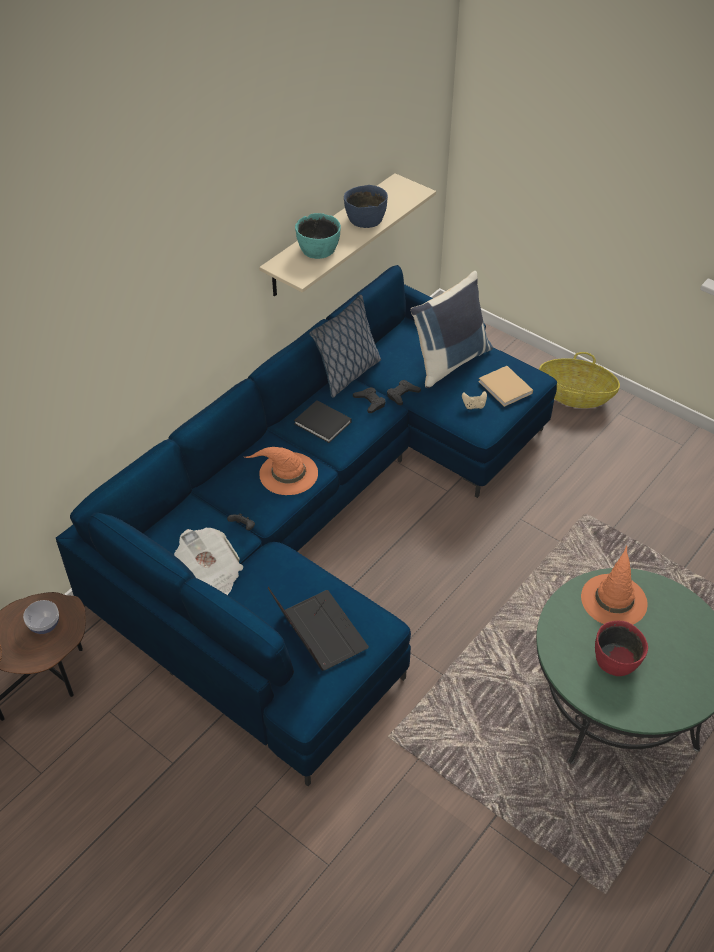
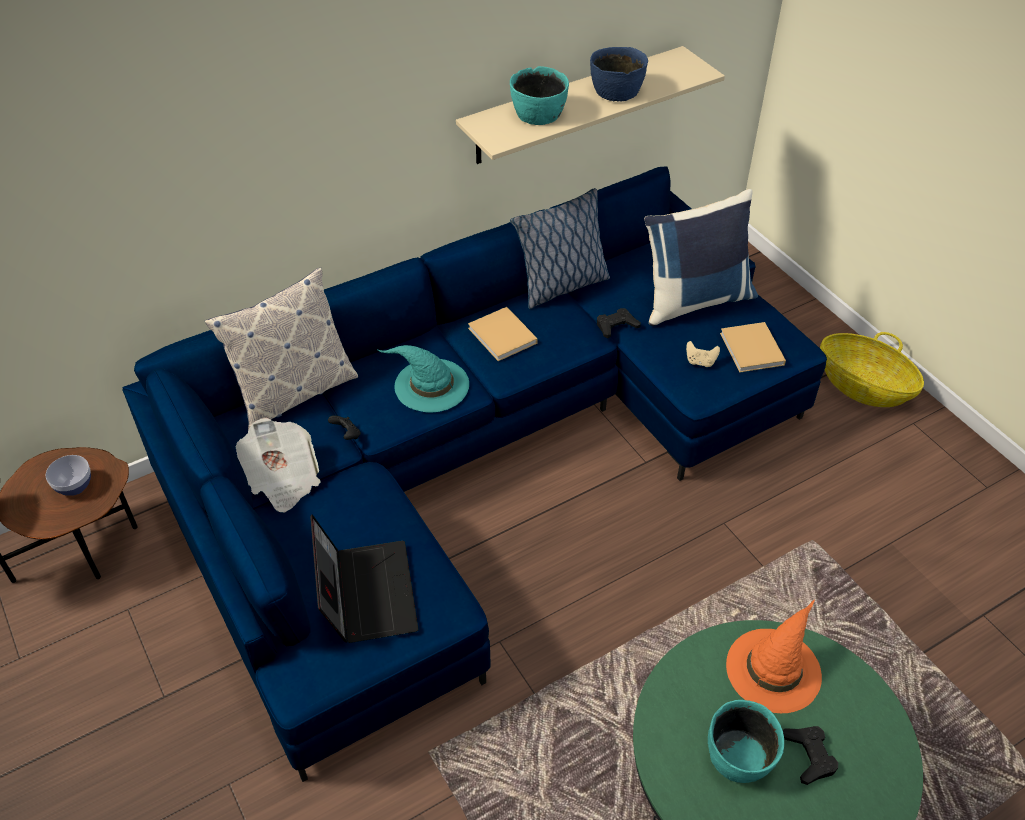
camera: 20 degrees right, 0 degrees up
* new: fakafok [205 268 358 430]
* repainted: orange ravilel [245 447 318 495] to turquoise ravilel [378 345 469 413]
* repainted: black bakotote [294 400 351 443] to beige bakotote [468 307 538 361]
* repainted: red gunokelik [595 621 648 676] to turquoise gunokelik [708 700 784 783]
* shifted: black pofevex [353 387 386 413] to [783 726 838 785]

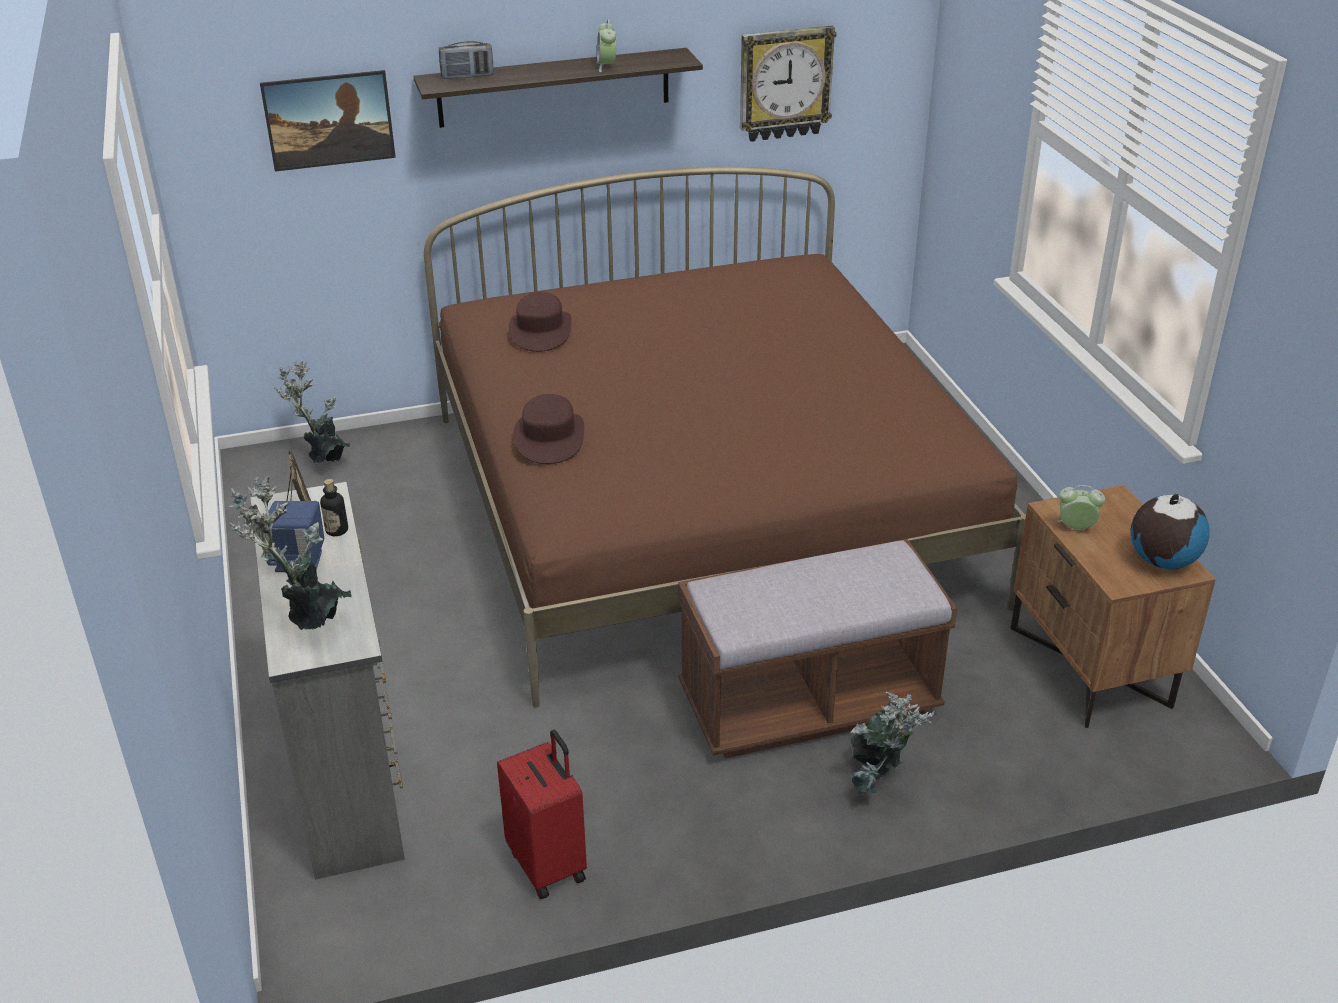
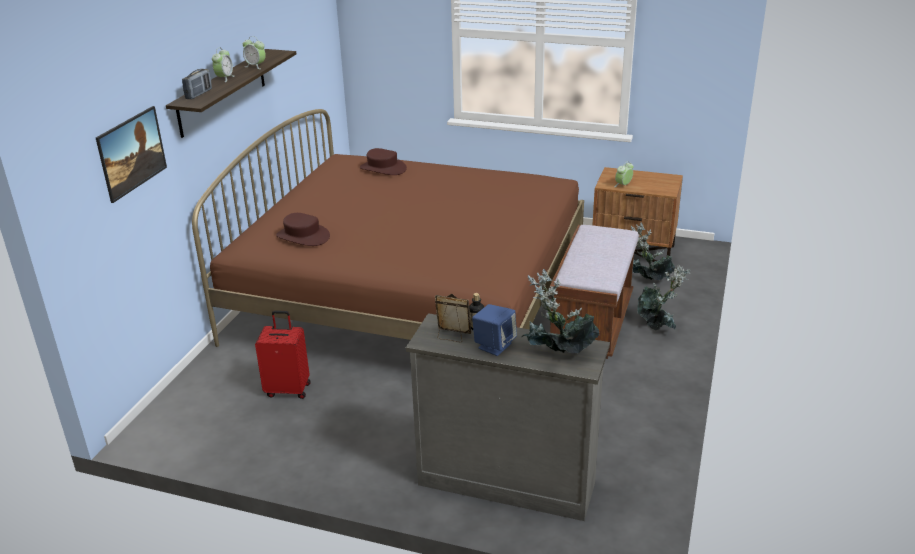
camera: 55 degrees left, 5 degrees down
* new: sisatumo [212 47 234 82]
* shifted: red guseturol [497 730 587 899] to [255 311 311 399]
* shifted: brown ravilel [514 394 584 464] to [360 148 407 175]
* shifted: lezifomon [274 360 350 463] to [631 222 675 280]
* gone: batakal [740 25 836 142]
* gone: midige [1131 494 1210 569]

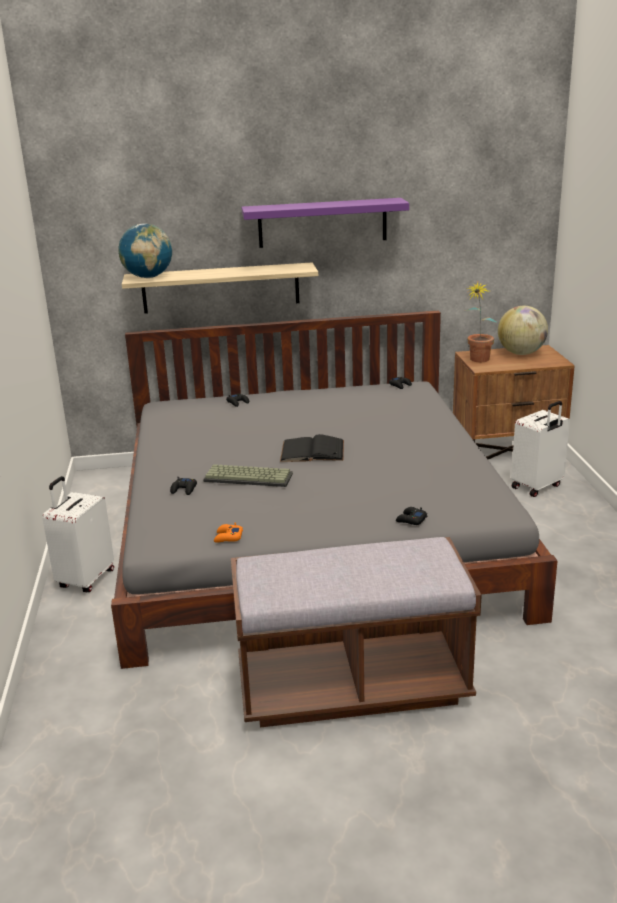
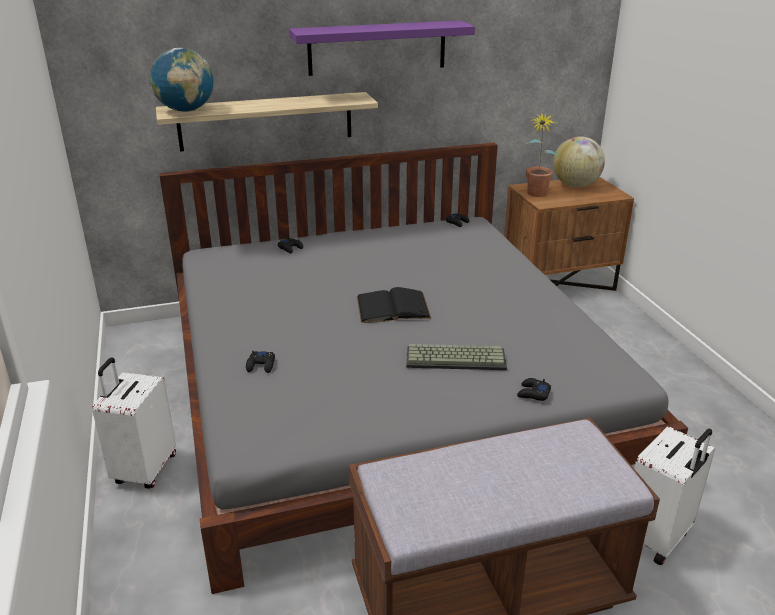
camera: 10 degrees left, 5 degrees up
* shifted: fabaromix [203 464 293 487] to [406 344 507 370]
* shifted: white guseturol [511 401 570 497] to [634 426 715 566]
* gone: orange pofevex [214 523 243 543]

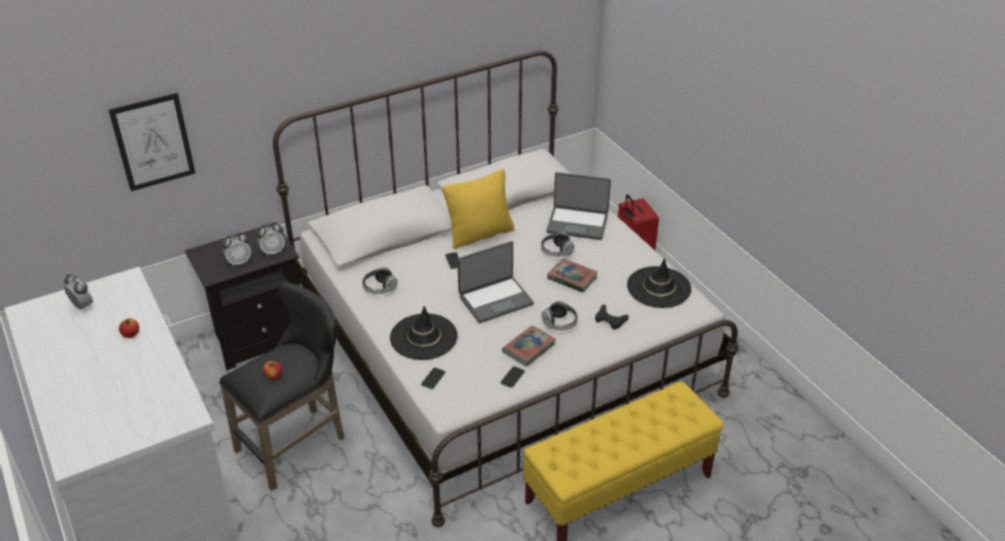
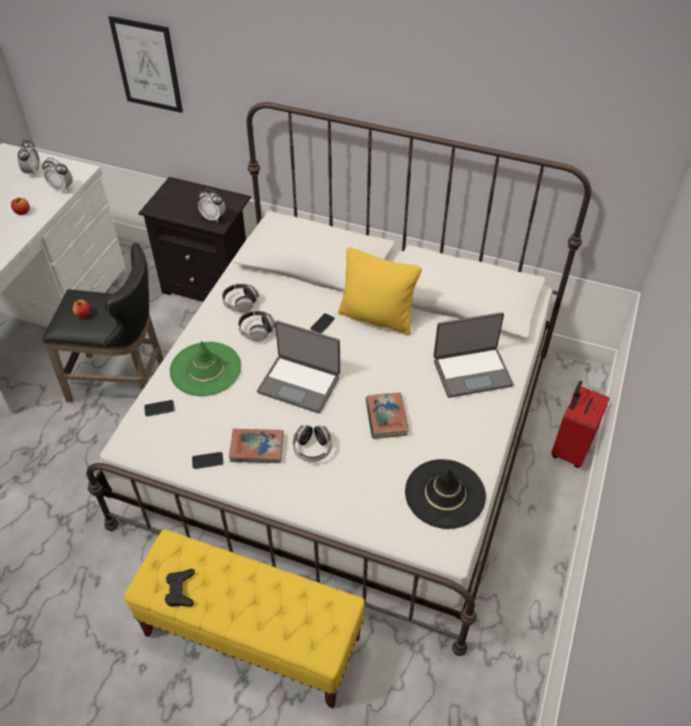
camera: 50 degrees right, 10 degrees up
* shifted: sisatumo [222 232 251 266] to [42 158 73 193]
* shifted: black pofevex [595 304 629 330] to [165 569 195 607]
* repainted: black ravilel [390 306 458 360] to green ravilel [170 341 241 396]
* shifted: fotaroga [541 232 575 257] to [238 310 276 342]
* rotated: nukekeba [546 172 611 240] = [433 312 514 398] 75 degrees counterclockwise

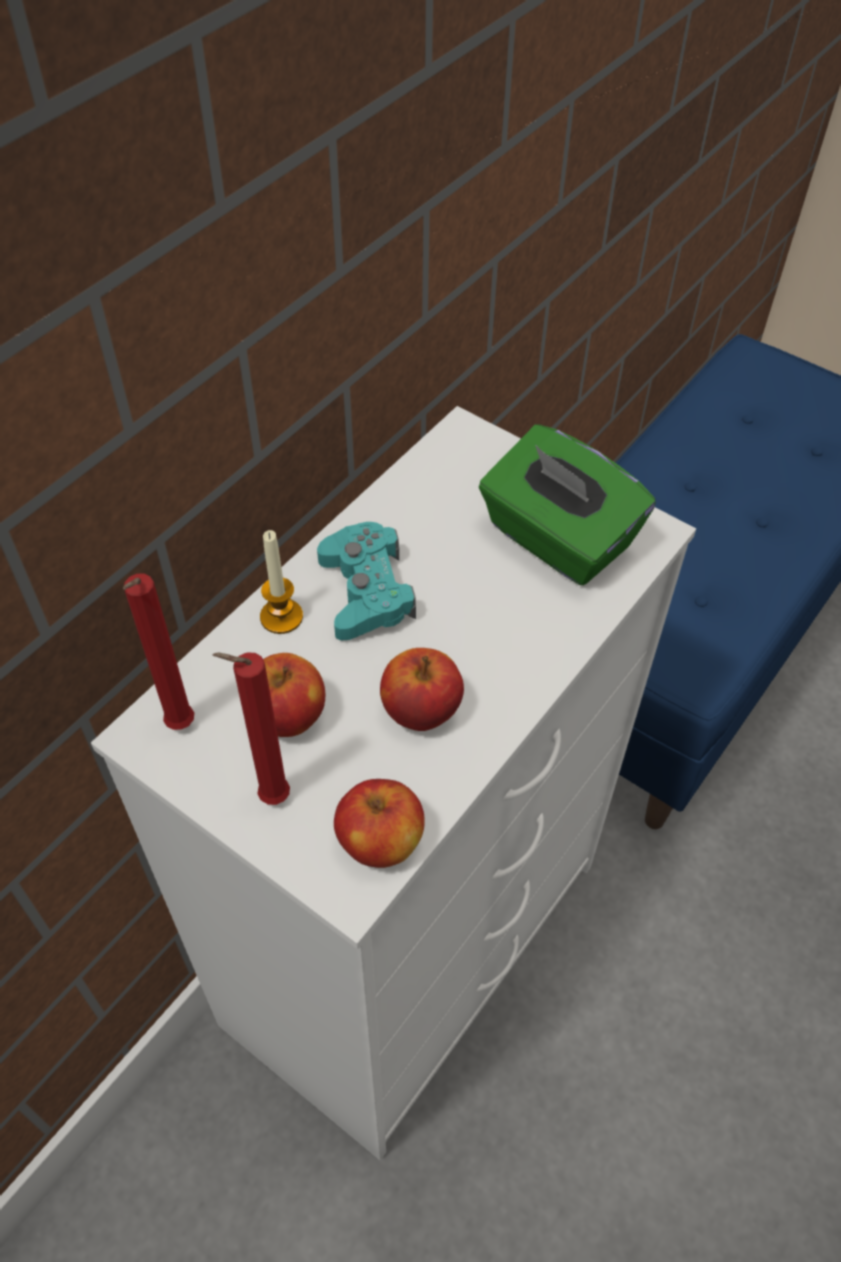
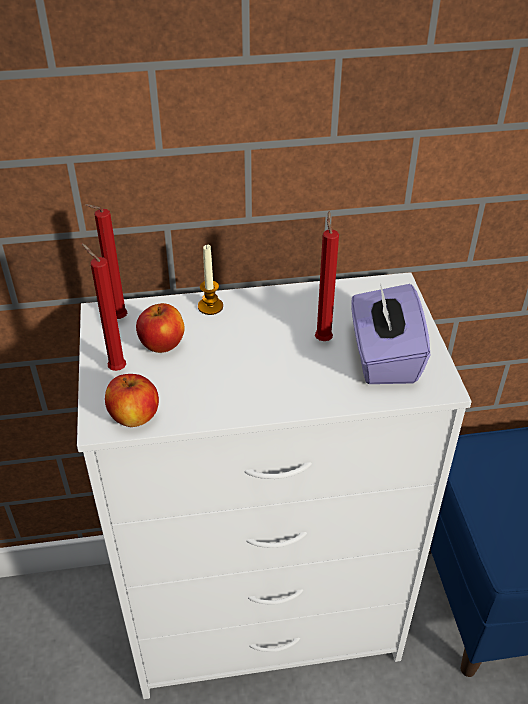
camera: 45 degrees right, 10 degrees down
* new: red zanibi [315 211 339 341]
* repainted: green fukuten [479 425 656 585] to purple fukuten [351 283 430 384]
* gone: turquoise pofevex [317 522 416 640]
* gone: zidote [380 648 464 731]

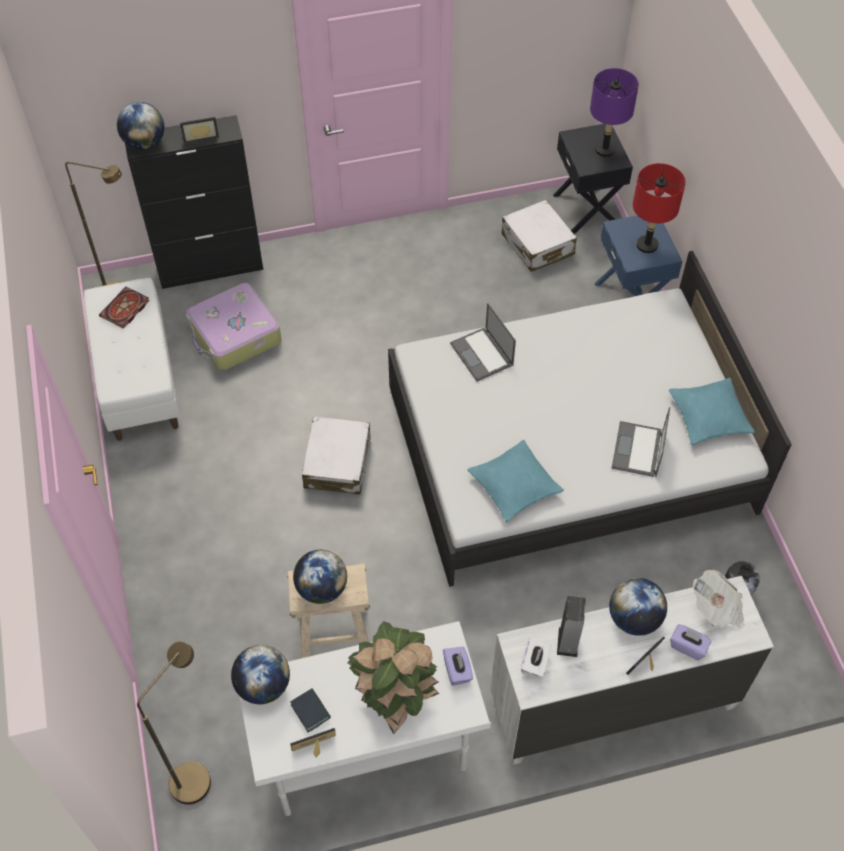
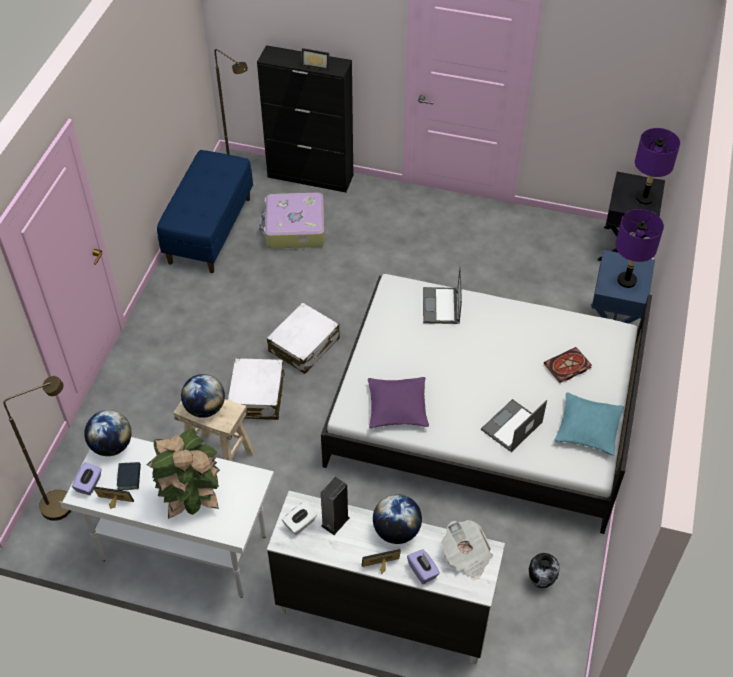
camera: 30 degrees right, 5 degrees down
* shifted: purple fukuten [443 647 473 686] to [72 462 102 495]
* repainted: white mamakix [84 278 180 441] to blue mamakix [157 150 253 273]
* shifted: white guseturol [502 200 577 272] to [227 358 285 420]
* repainted: turquoise fakafok [468 440 564 522] to purple fakafok [368 377 429 429]
* shifted: bakotote [99 287 150 329] to [544 347 592 383]
* repainted: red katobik [633 163 686 253] to purple katobik [615 209 664 288]
* gone: midige [117 102 164 150]

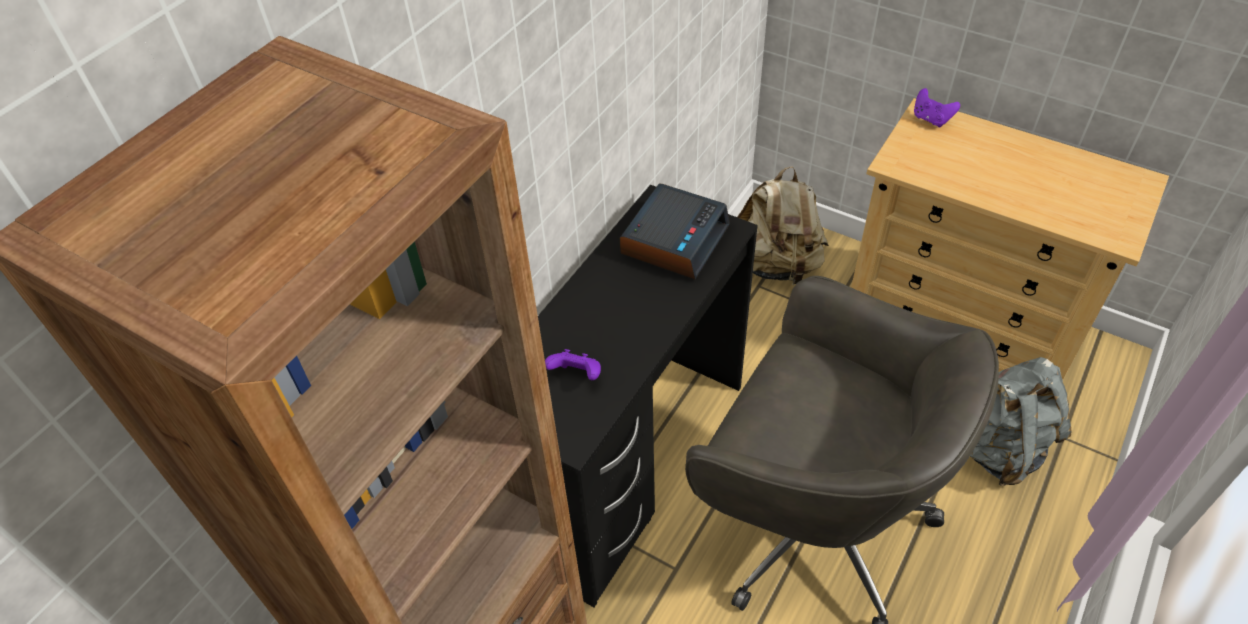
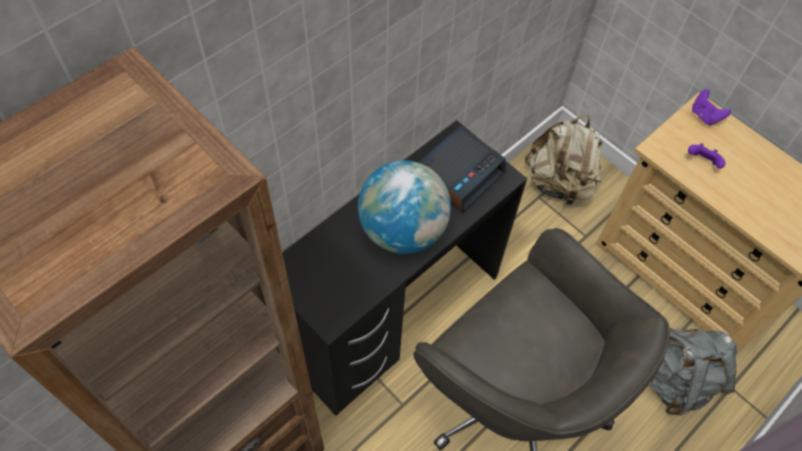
camera: 10 degrees right, 10 degrees up
* new: midige [358 160 451 254]
* shifted: purple pofevex [545 349 601 380] to [688 143 726 169]

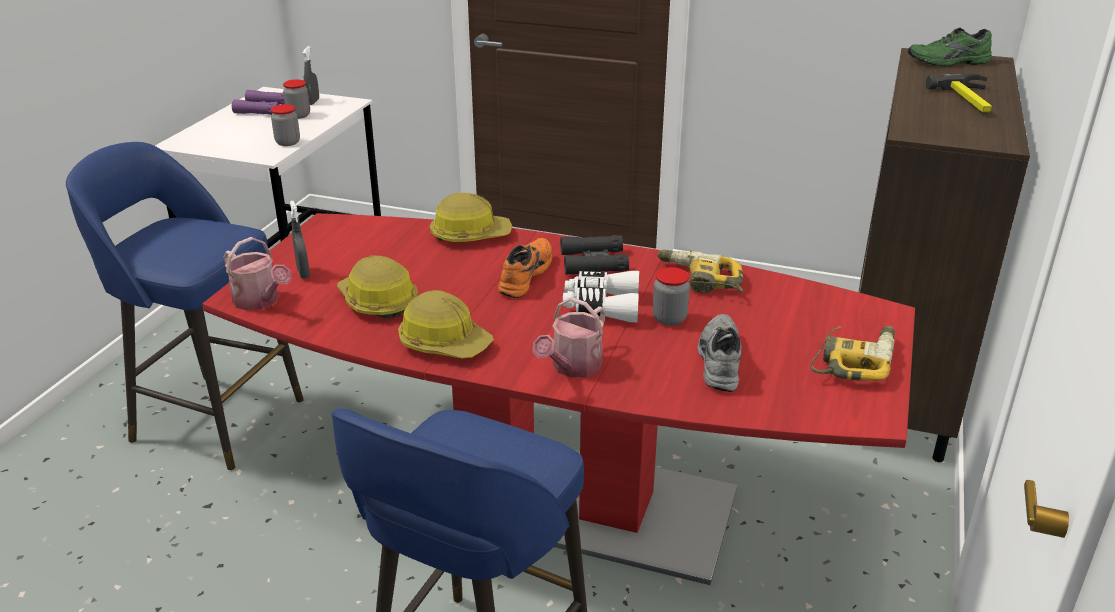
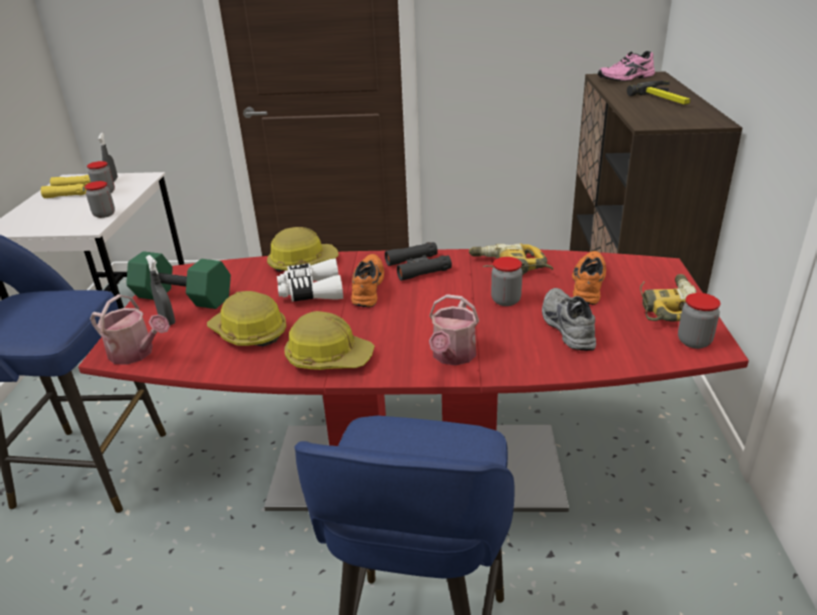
camera: 15 degrees left, 0 degrees up
* repainted: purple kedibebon [232 90 285 115] to yellow kedibebon [41 175 91 198]
* new: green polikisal [126 251 231 309]
* shifted: white kedibebon [563 271 639 322] to [277 258 343 302]
* new: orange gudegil [572 251 606 305]
* repainted: green gudegil [908 27 992 67] to pink gudegil [598 51 655 81]
* new: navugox [678 293 720 349]

